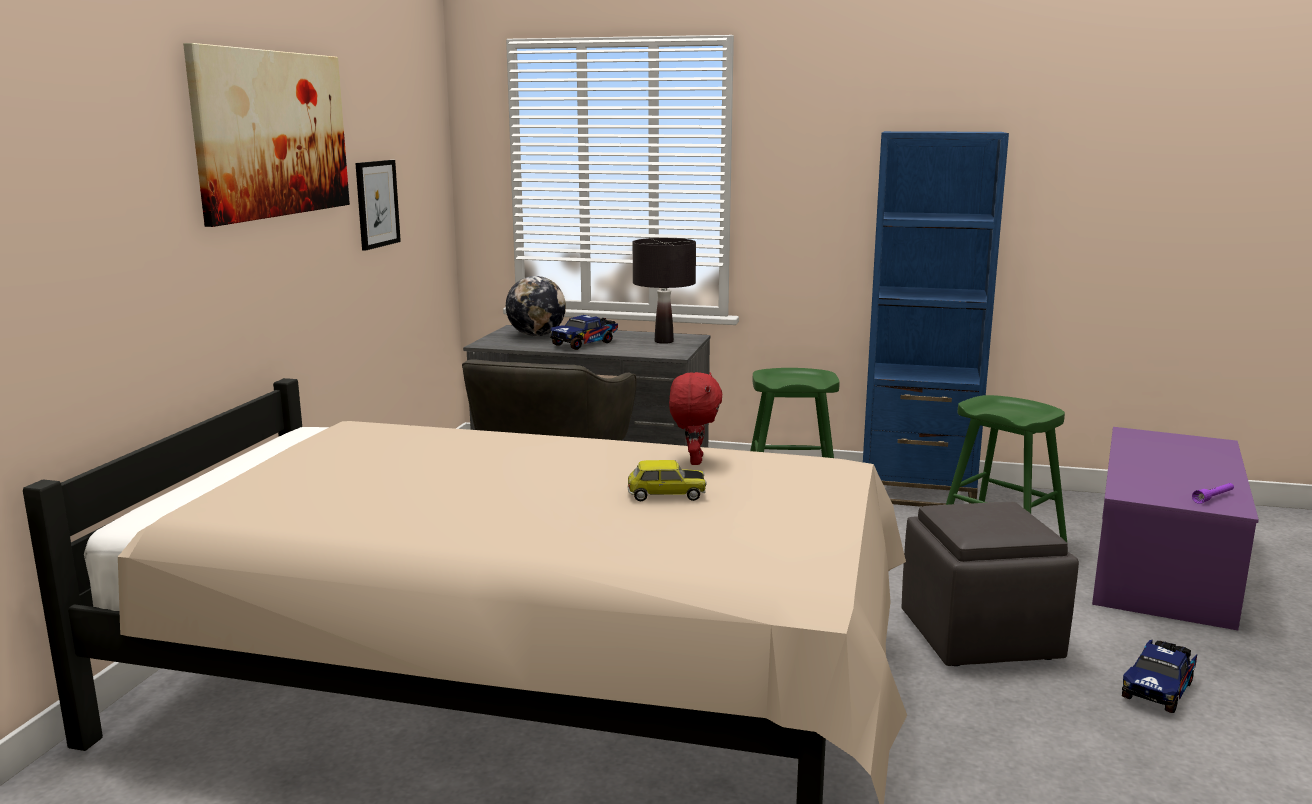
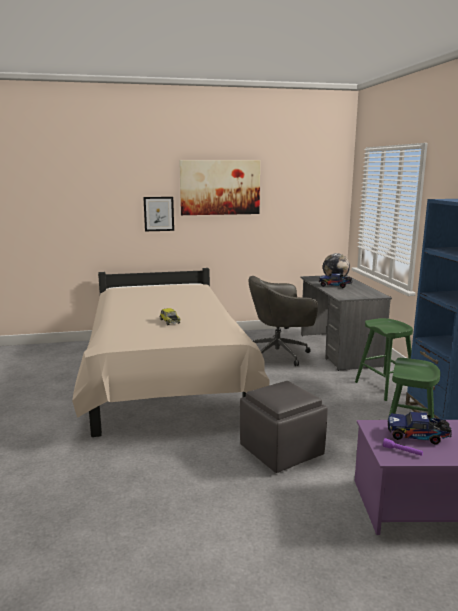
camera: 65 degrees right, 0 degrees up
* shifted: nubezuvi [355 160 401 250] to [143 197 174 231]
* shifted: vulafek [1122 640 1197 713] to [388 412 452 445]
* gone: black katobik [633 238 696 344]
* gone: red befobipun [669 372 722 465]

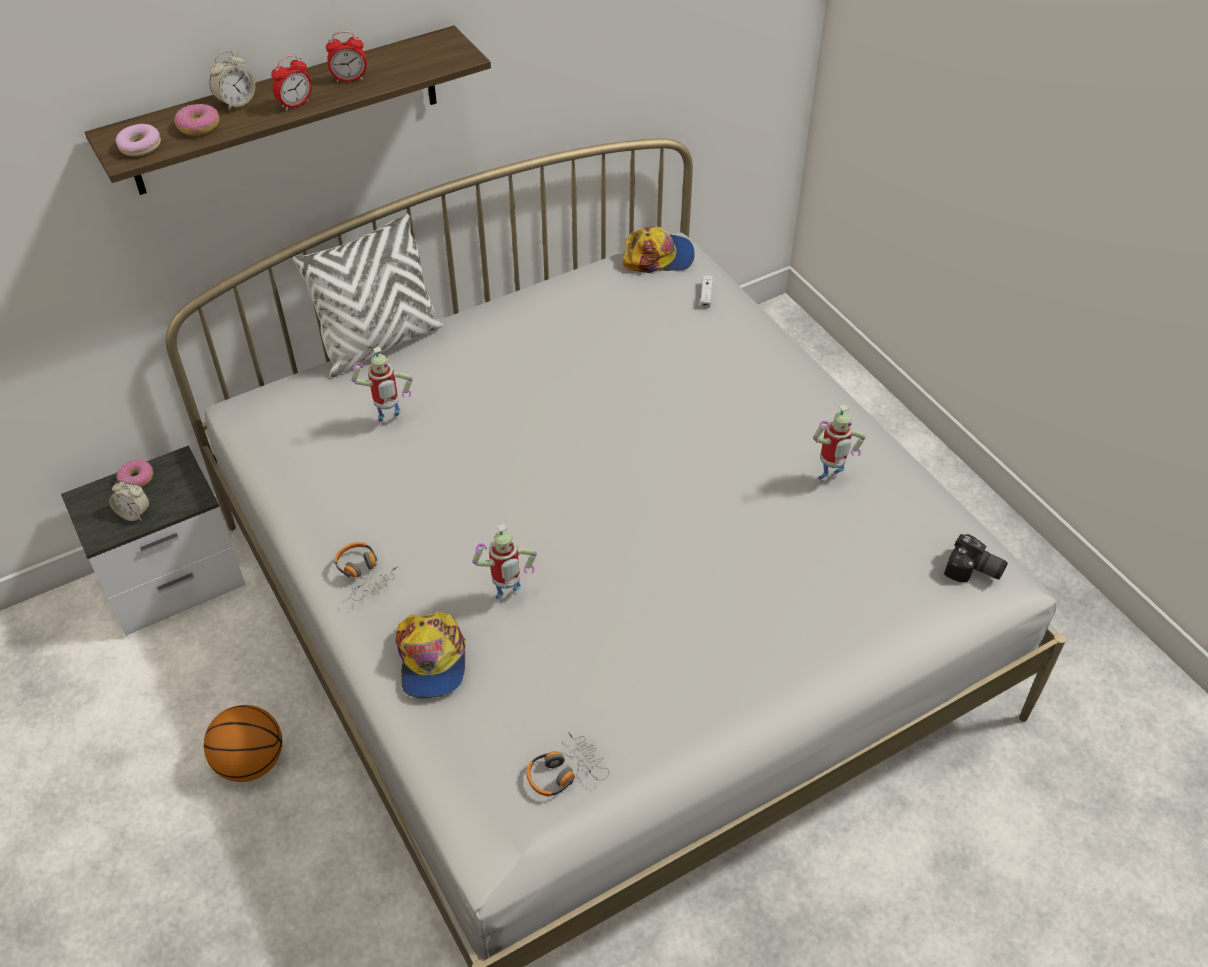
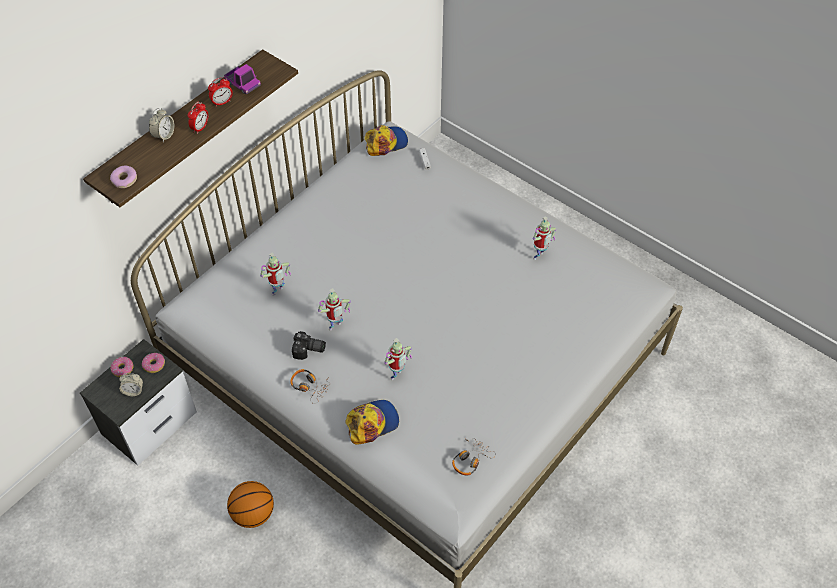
camera: 20 degrees left, 5 degrees up
* shifted: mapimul [174 104 219 136] to [142 353 165 373]
* new: vulafek [224 64 261 95]
* shifted: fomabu [944 534 1008 582] to [292 331 326 360]
* new: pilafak [318 288 351 331]
* rotated: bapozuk [396 612 466 698] = [346 400 399 445] 90 degrees counterclockwise
* gone: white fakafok [293 213 443 378]

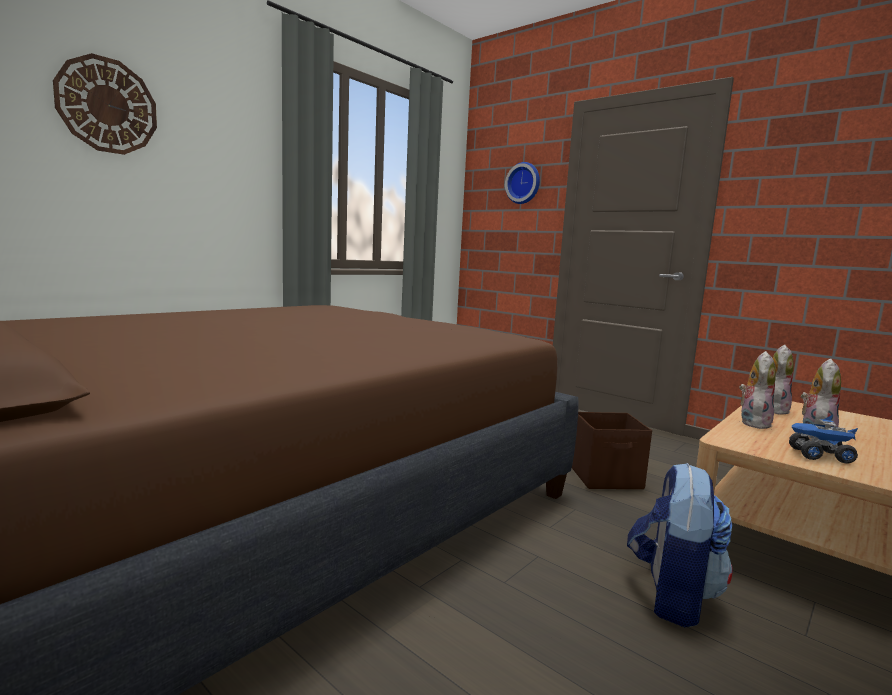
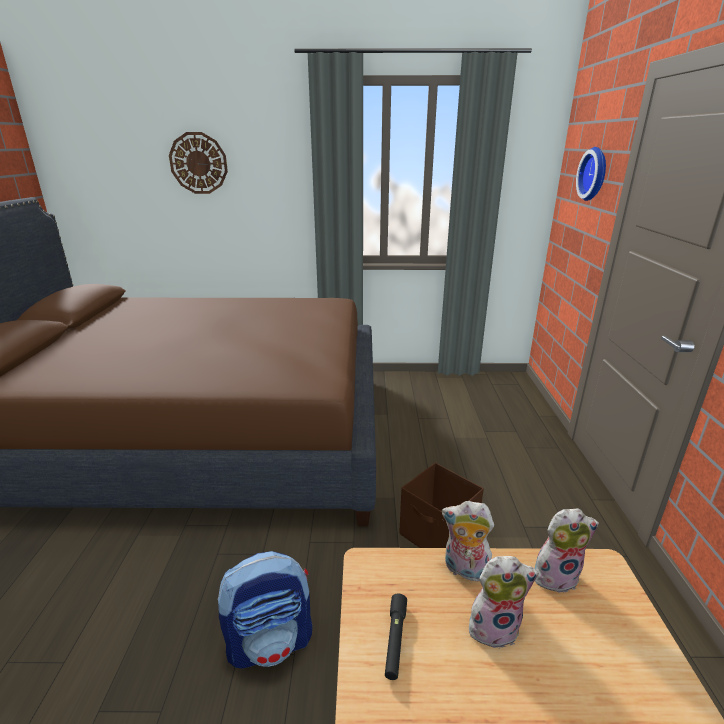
camera: 50 degrees right, 15 degrees up
* swapped: vulafek [789 415 858 464] to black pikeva [385 594 407 680]
* rotated: befobipun [739 351 776 429] = [442 501 494 581] 150 degrees counterclockwise

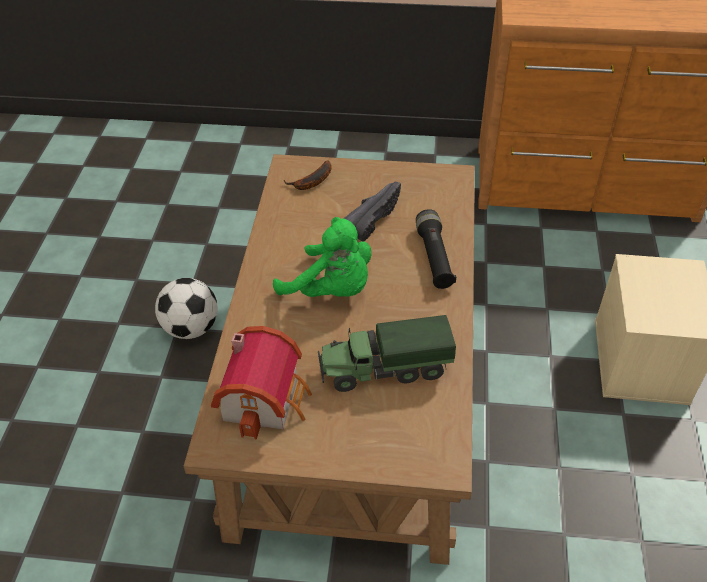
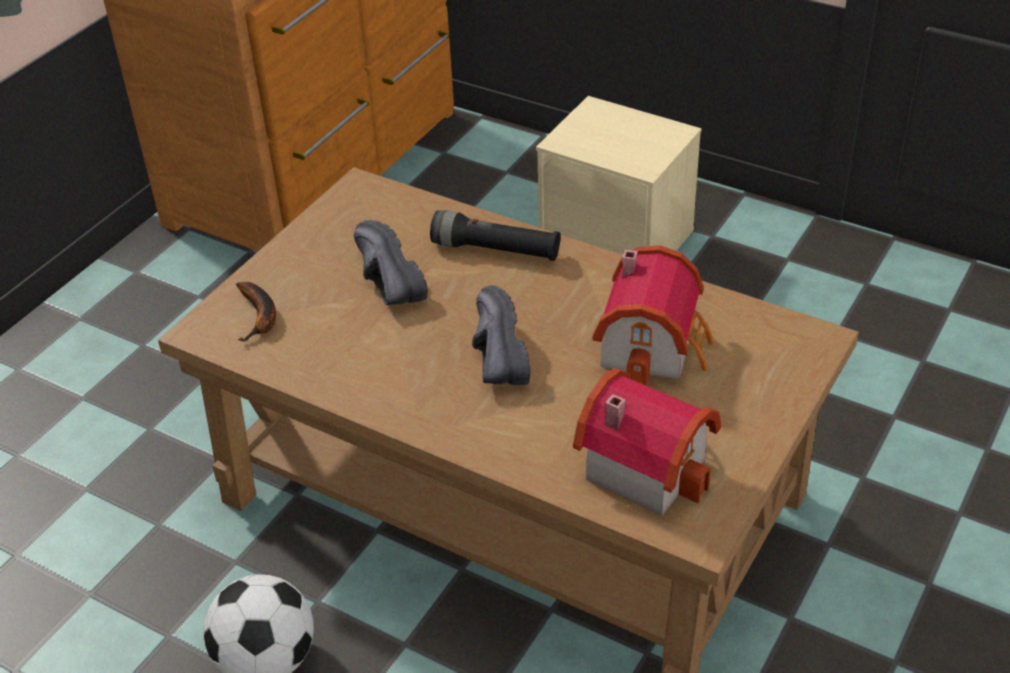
camera: 65 degrees left, 5 degrees down
* swapped: green befobipun [273 217 372 297] to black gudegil [472 285 530 385]
* swapped: vulafek [318 315 456 392] to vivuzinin [592 245 714 386]

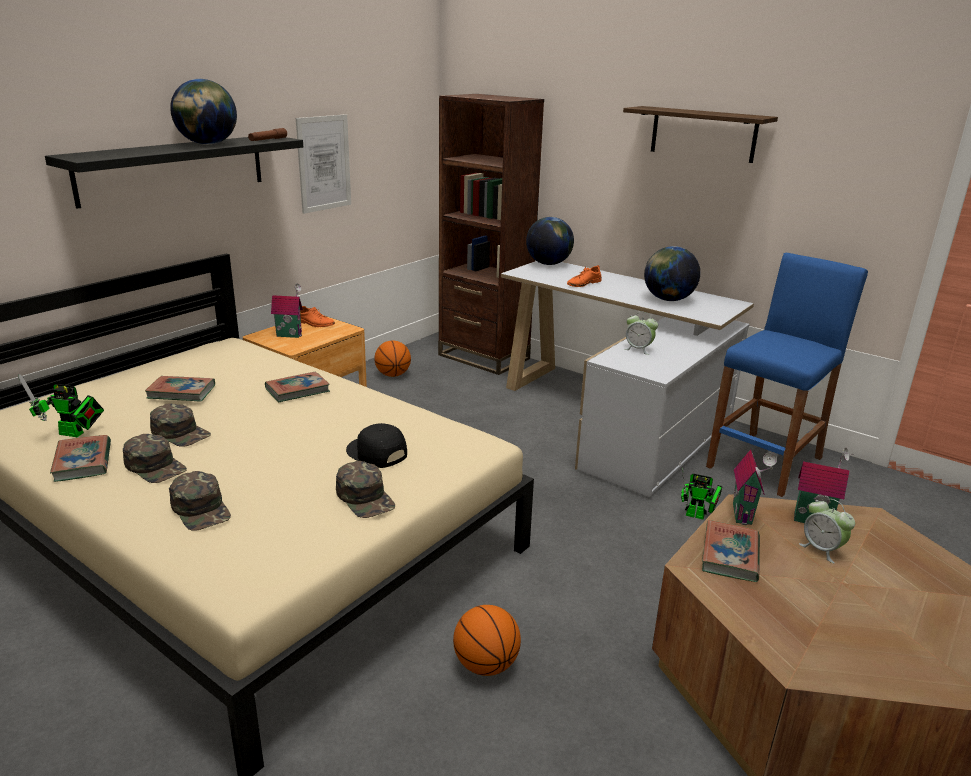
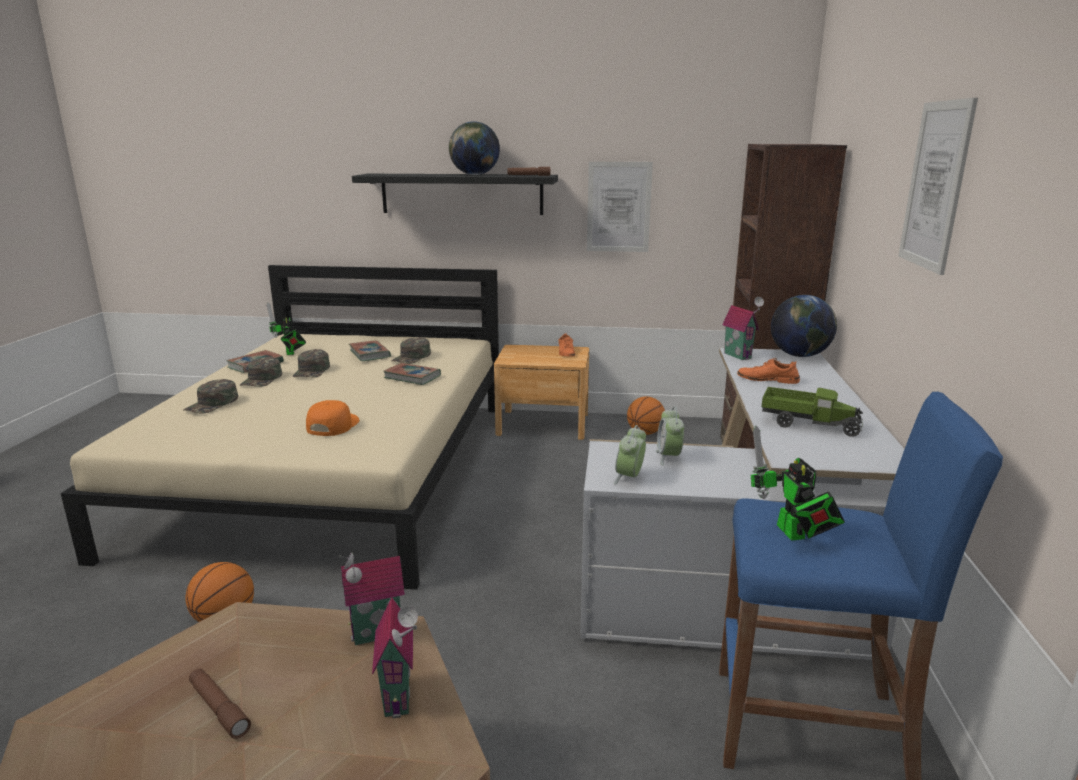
camera: 60 degrees right, 5 degrees down
* new: brown pikeva [189 669 251 739]
* repainted: black bapozuk [346 423 407 468] to orange bapozuk [306 400 359 436]
* shifted: green bapozuk [336 461 395 518] to [391 337 431 364]
* shifted: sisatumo [799 499 855 563] to [614 425 646 485]
* shifted: vivuzinin [271 283 303 338] to [722 297 764 360]
* shifted: pilafak [681 467 722 520] to [751 425 845 541]
* swapped: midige [644 246 700 301] to vulafek [761 387 863 437]
* swapped: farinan [623 106 778 163] to nubezuvi [898 98 978 275]
* gone: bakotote [702 520 760 582]

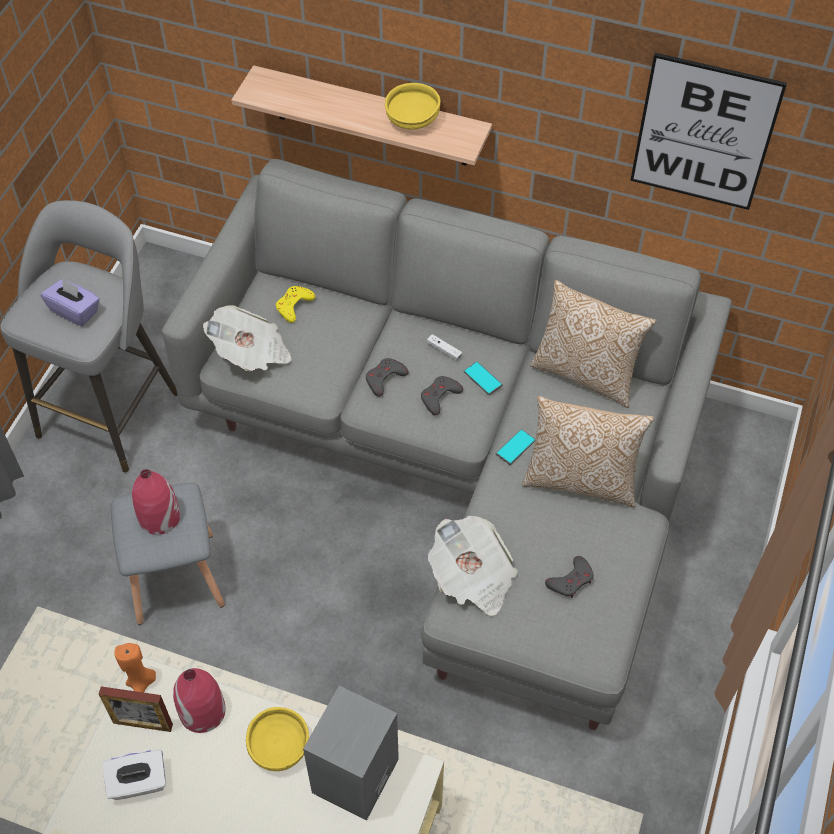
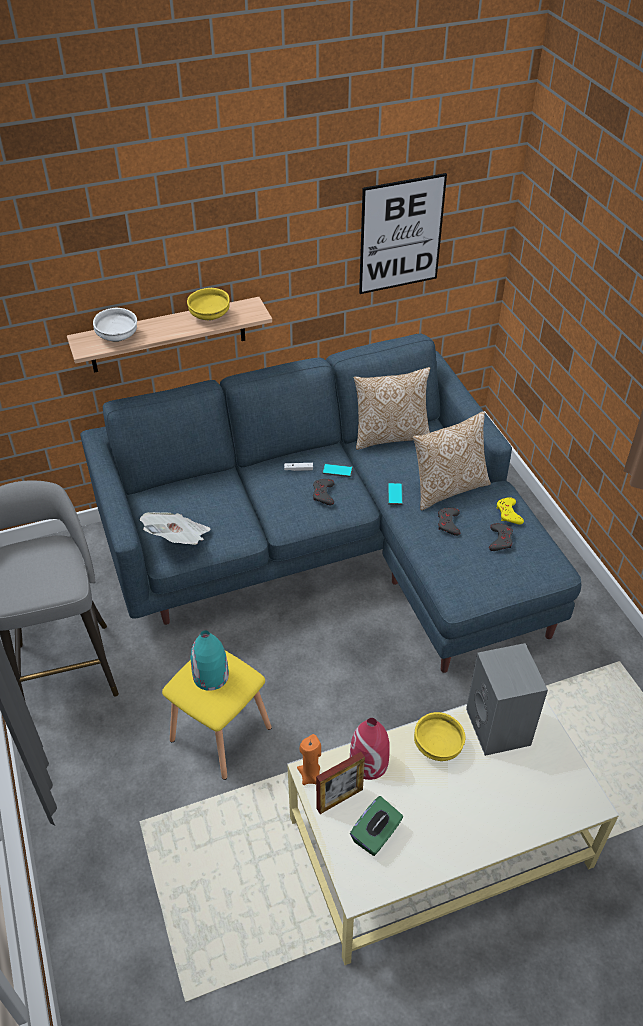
camera: 40 degrees left, 10 degrees down
* repainted: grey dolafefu [162 159 732 730] to blue dolafefu [80 334 581 673]
* new: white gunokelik [93 308 137 342]
* repainted: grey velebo [111 483 225 625] to yellow velebo [162 651 272 780]
* repainted: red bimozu [132 469 181 535] to turquoise bimozu [191 630 229 691]
* repainted: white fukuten [102 749 166 800] to green fukuten [350 796 403 856]
* shifted: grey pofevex [366 358 409 397] to [438 507 461 536]
* shifted: yellow pofevex [276 286 316 323] to [497 497 524 524]
* gone: purple fukuten [41 278 100 326]
* gone: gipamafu [428 516 518 616]

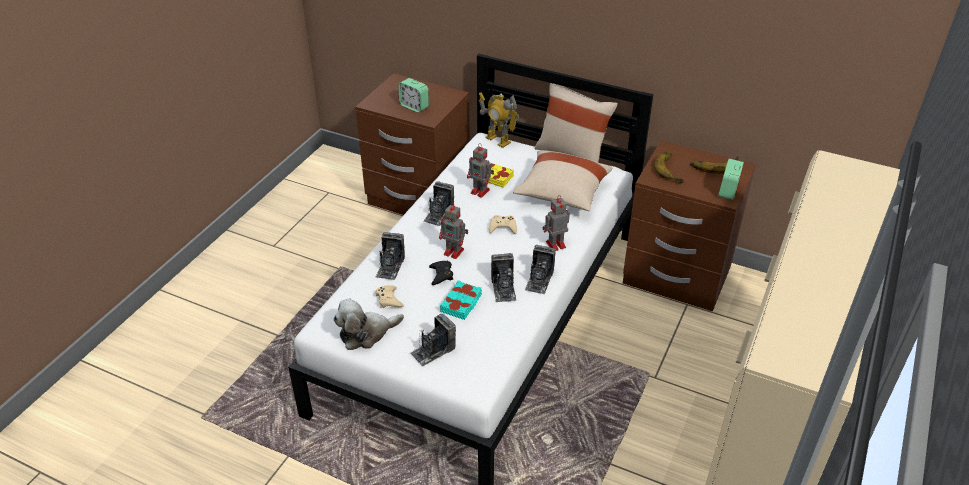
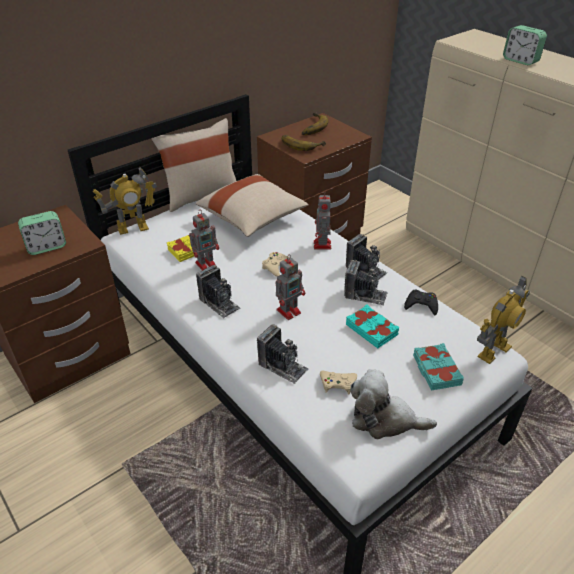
camera: 65 degrees left, 0 degrees up
* rotated: befobipun [333 299 404 350] = [351 369 437 439] 105 degrees clockwise
* shifted: black pofevex [429 261 453 285] to [404 289 438 315]
* swapped: fomabu [410 314 456 366] to turquoise bakotote [413 343 464 391]
* new: pilafak [477 276 530 364]
* shifted: sisatumo [718 159 744 200] to [503 25 547 65]

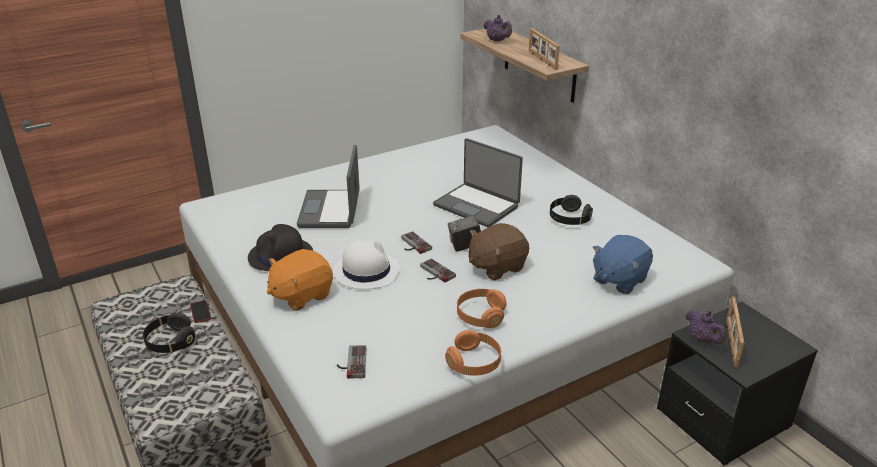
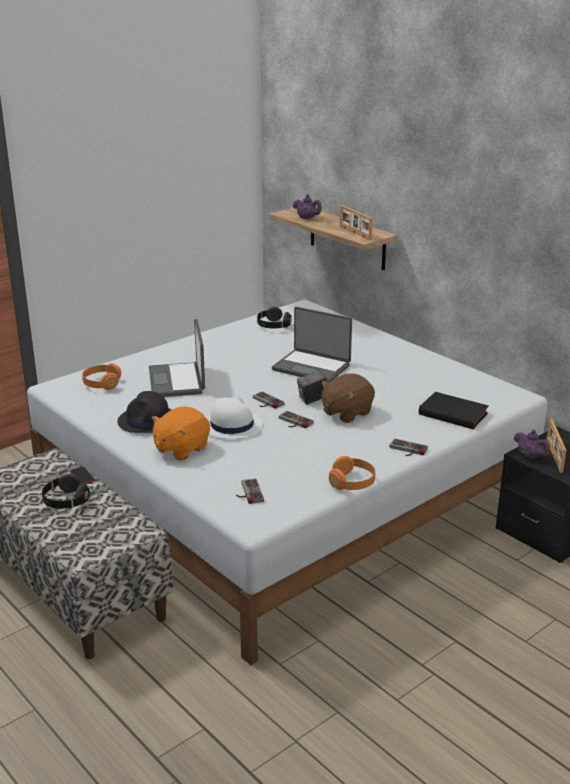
camera: 10 degrees left, 5 degrees down
* shifted: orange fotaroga [457 289 506 328] to [82 363 121 390]
* shifted: black fotaroga [550 195 593 225] to [257 307 292 328]
* new: pofevex [389 438 428 456]
* swapped: blue befobipun [592 235 653 294] to black bakotote [419 392 489 429]

